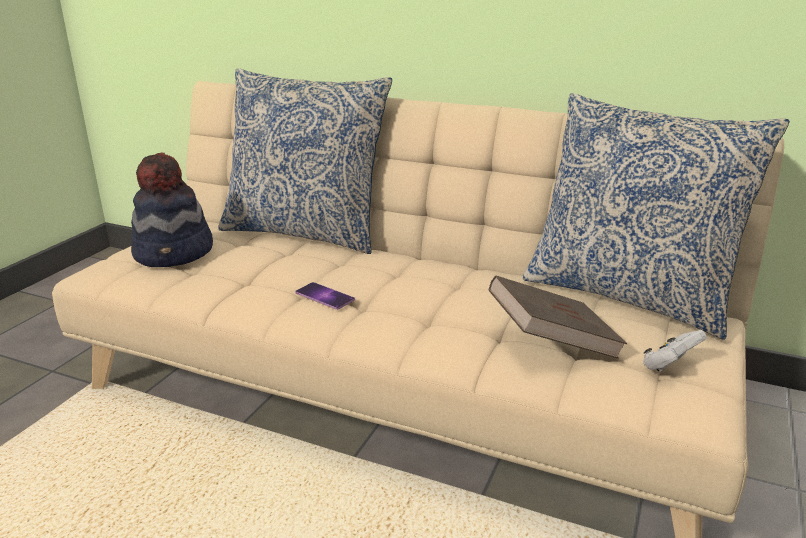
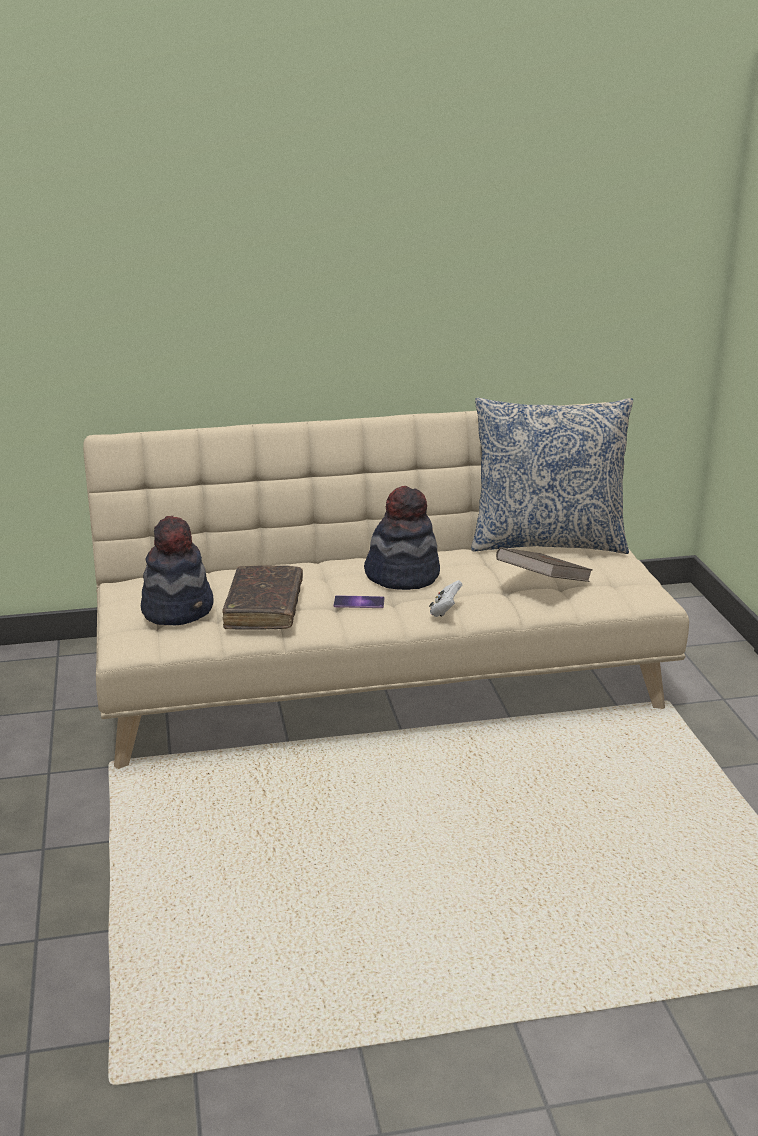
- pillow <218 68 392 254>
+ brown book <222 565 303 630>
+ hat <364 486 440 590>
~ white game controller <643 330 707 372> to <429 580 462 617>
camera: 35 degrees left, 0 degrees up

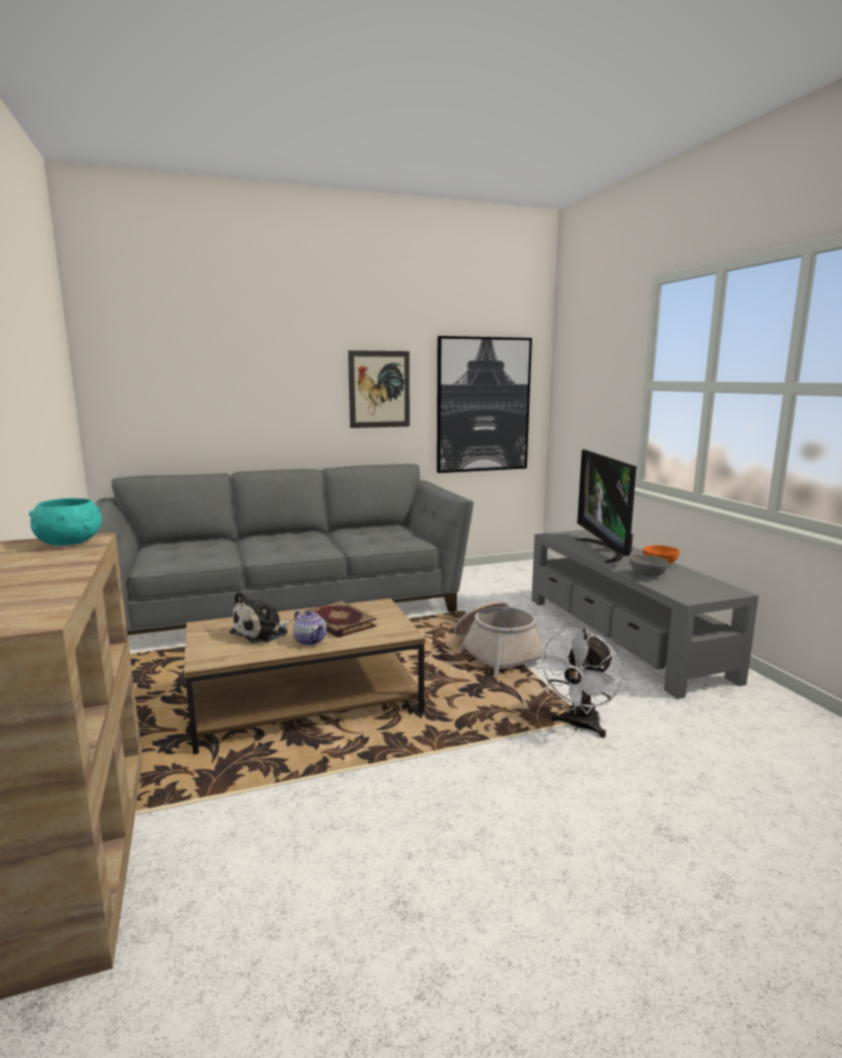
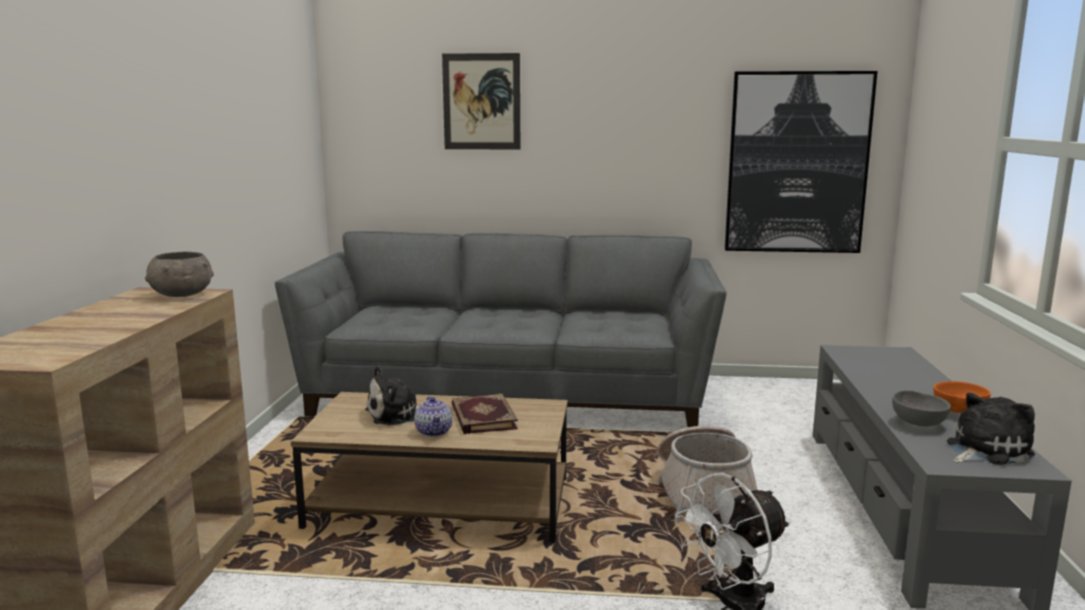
- television <575 450 636 563>
+ plush toy <947 393 1035 465>
~ picture <348 350 410 428> to <442 53 520 150>
~ turquoise bowl <29 498 102 546> to grey bowl <145 251 214 297>
camera: 25 degrees right, 0 degrees up

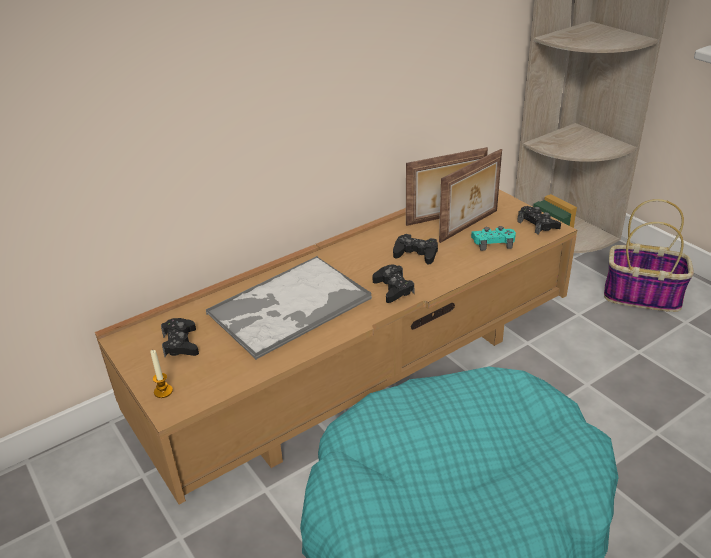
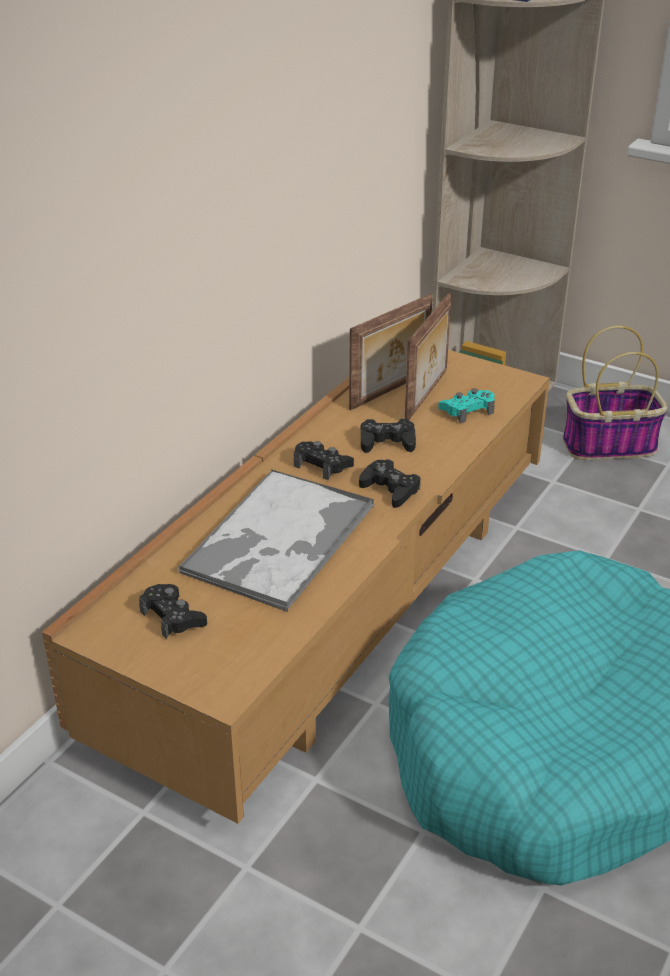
- candle <150 350 173 398>
~ black game controller <517 206 561 234> to <294 441 354 480>
camera: 25 degrees left, 0 degrees up

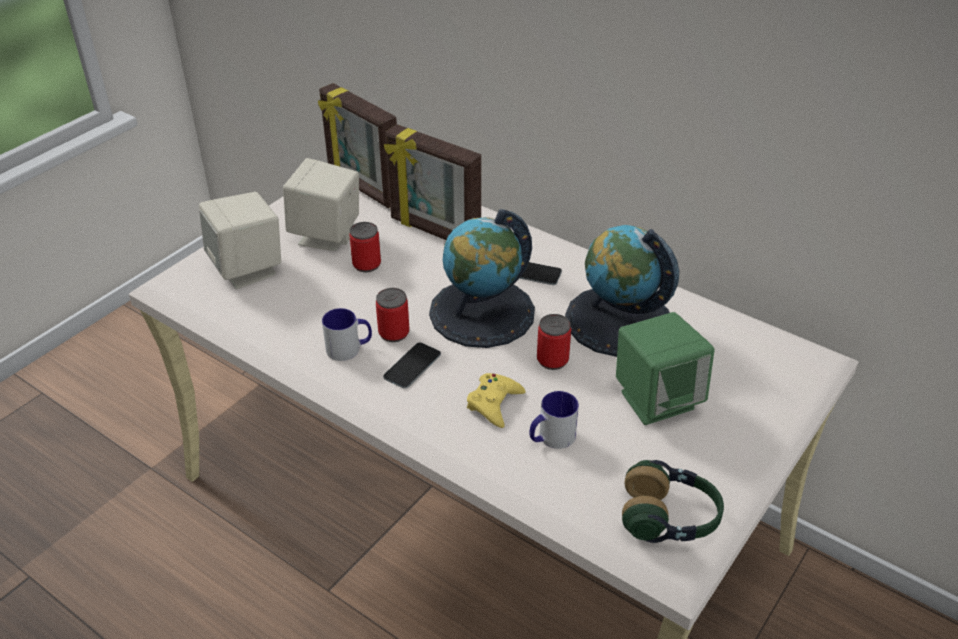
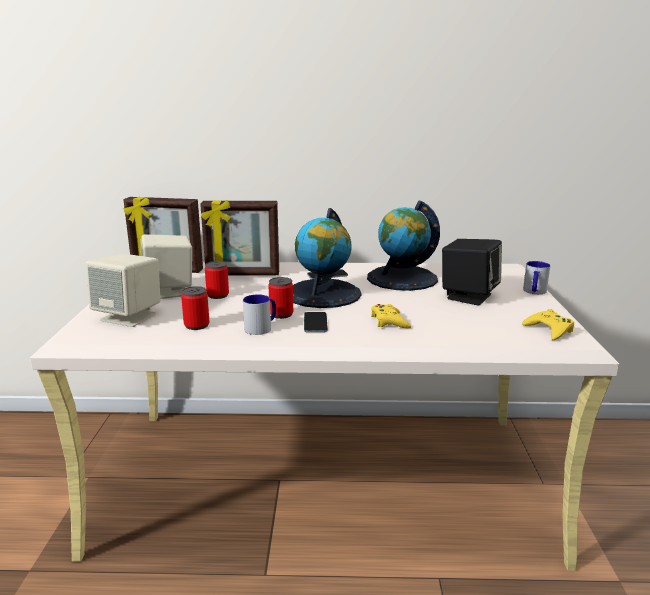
~ mug <529 391 579 449> to <523 261 550 294>
~ can <537 314 571 370> to <181 286 209 330>
~ headphones <622 460 724 543> to yellow game controller <522 309 575 340>
~ green speaker <616 312 715 425> to black speaker <442 239 502 306>
camera: 35 degrees left, 20 degrees down

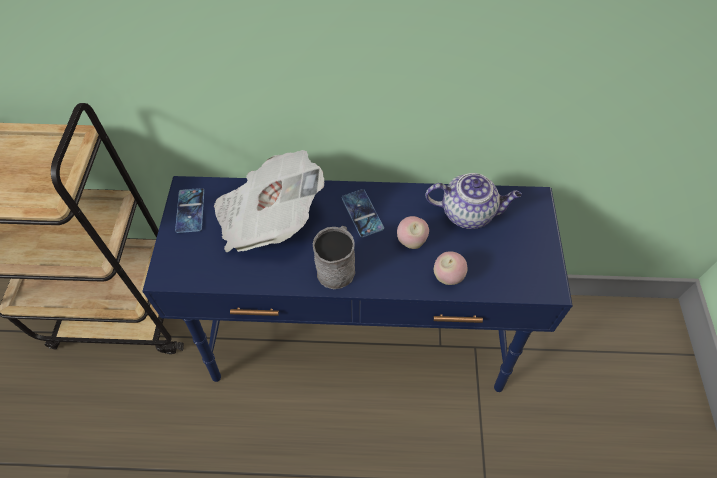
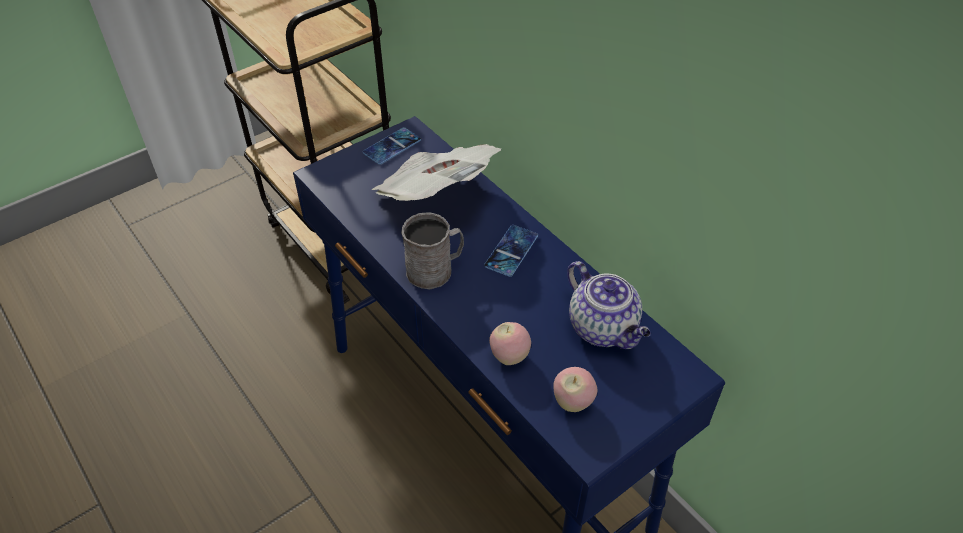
~ apple <397 216 429 249> to <554 367 597 412>
camera: 50 degrees right, 10 degrees down

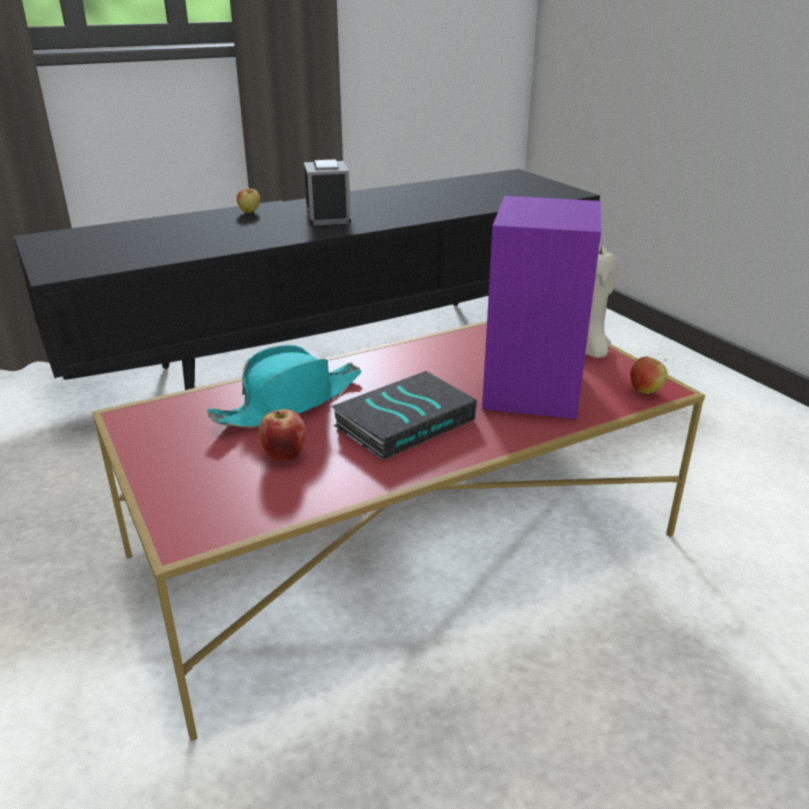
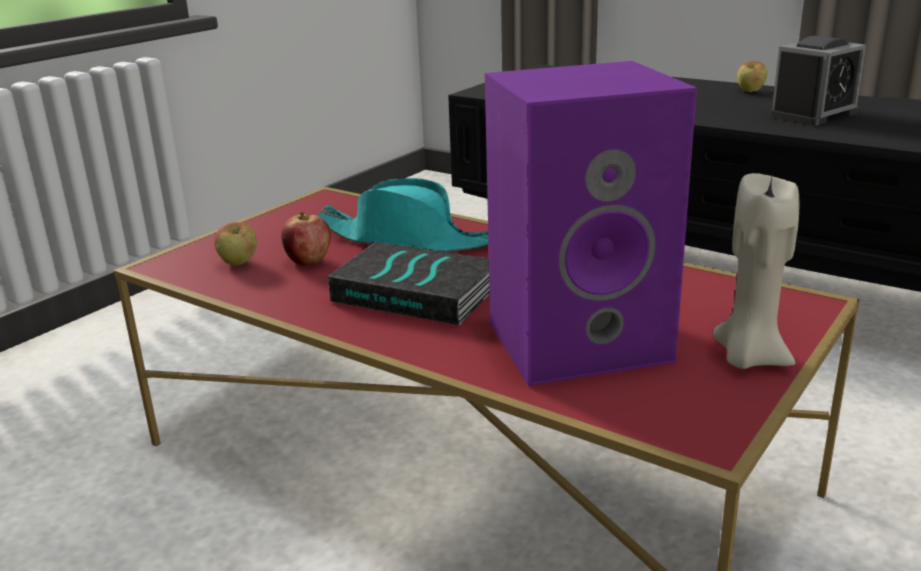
~ apple <630 357 667 394> to <214 222 257 266>
camera: 65 degrees right, 5 degrees down

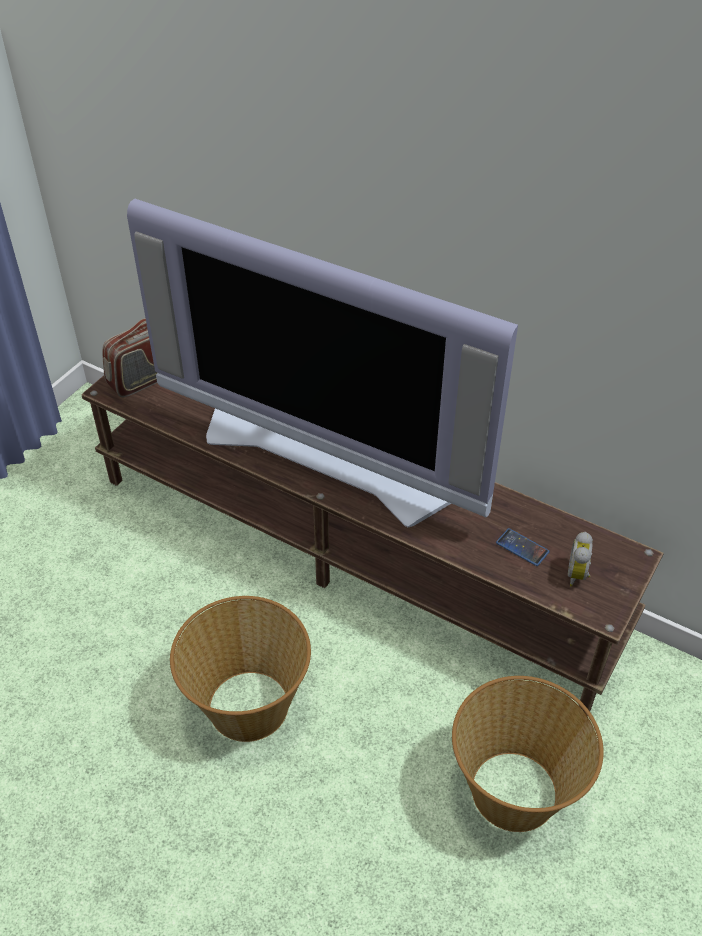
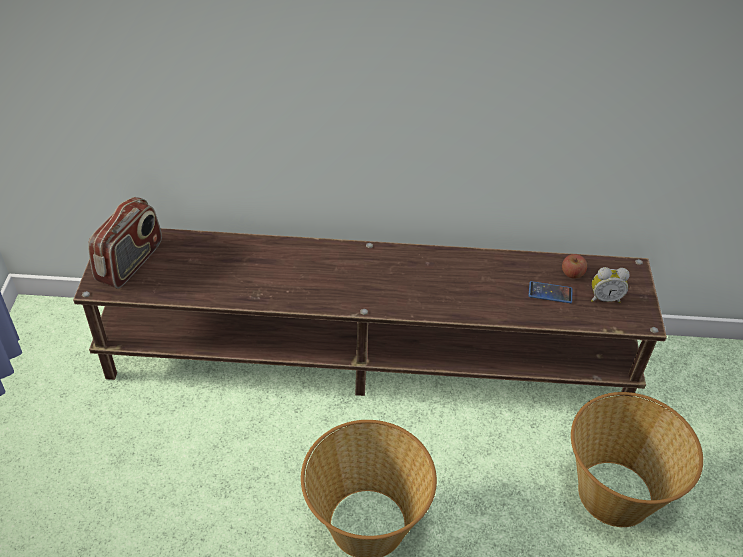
- television <127 199 518 527>
+ apple <562 254 587 279>
~ alarm clock <568 532 593 587> = <591 267 630 303> 75 degrees counterclockwise
camera: 30 degrees left, 0 degrees up

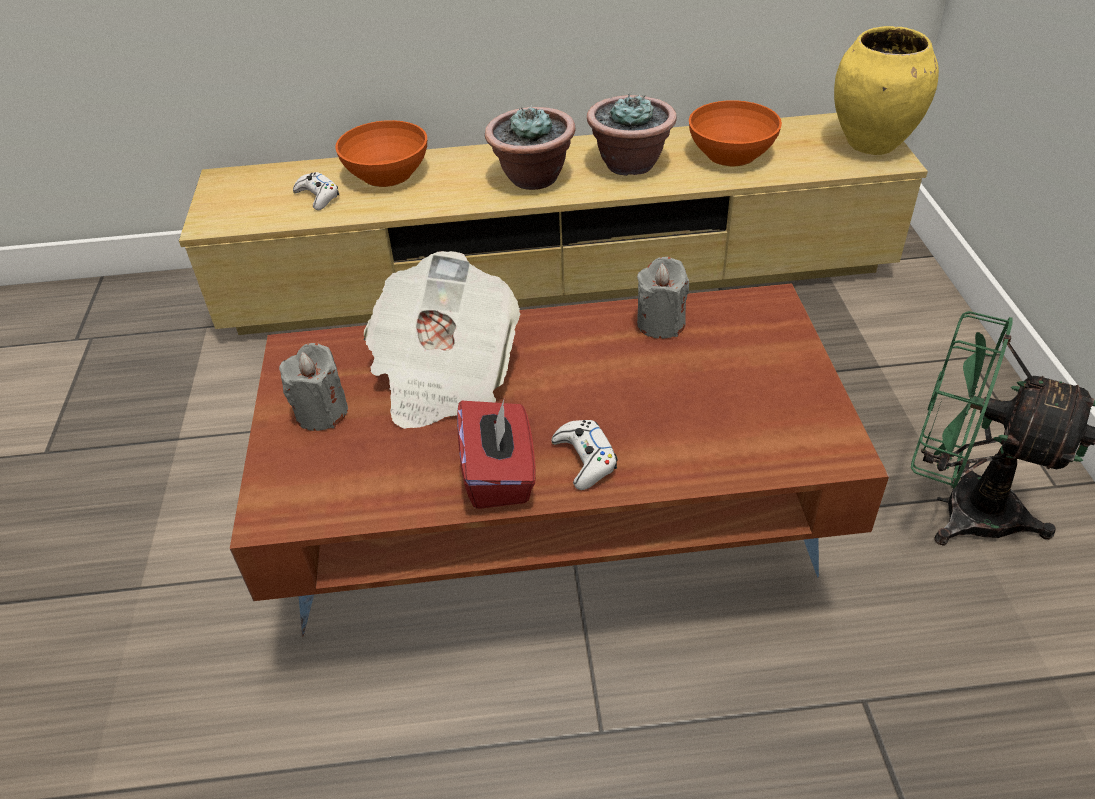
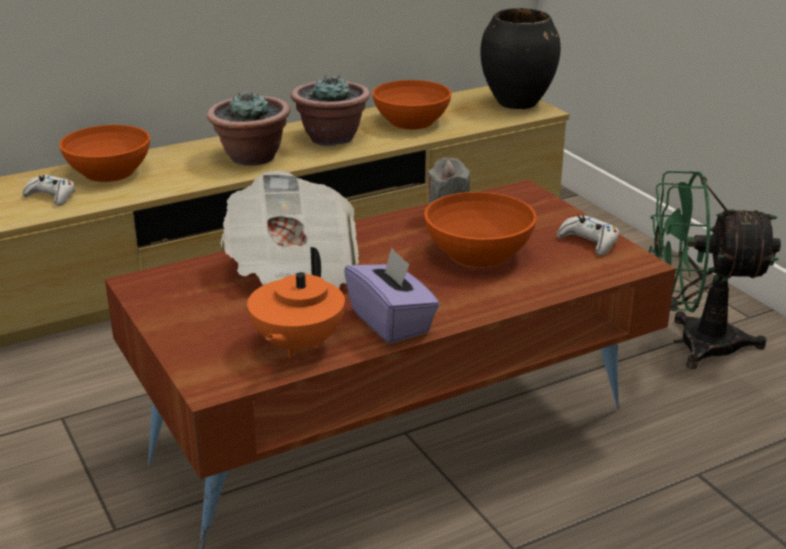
- grey candle <279 343 348 431>
+ orange teapot <247 247 345 358>
+ orange bowl <424 192 536 268>
~ white game controller <551 420 617 490> to <557 215 619 256>
~ red tissue box <457 400 536 509> to purple tissue box <344 248 440 344>
~ yellow vase <834 26 939 155> to black vase <480 8 561 109>
camera: 25 degrees left, 15 degrees down

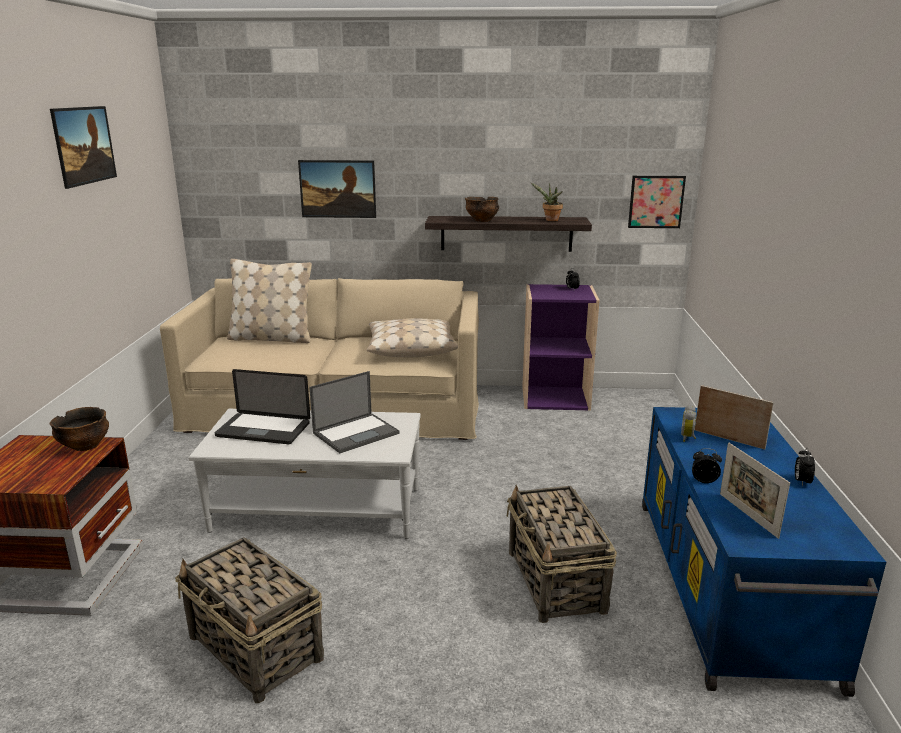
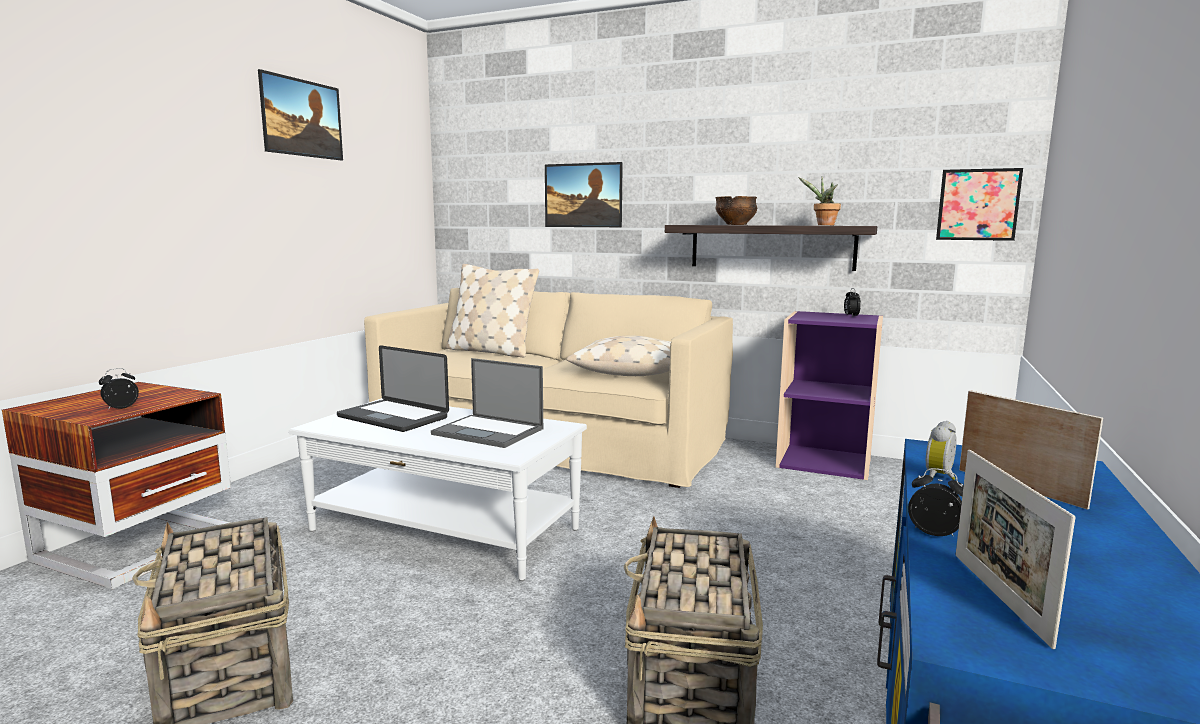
- bowl <50 407 109 451>
~ alarm clock <795 448 815 486> to <99 368 139 410>
~ laptop <309 371 399 453> = <431 358 543 448> 45 degrees clockwise
camera: 20 degrees right, 10 degrees down

